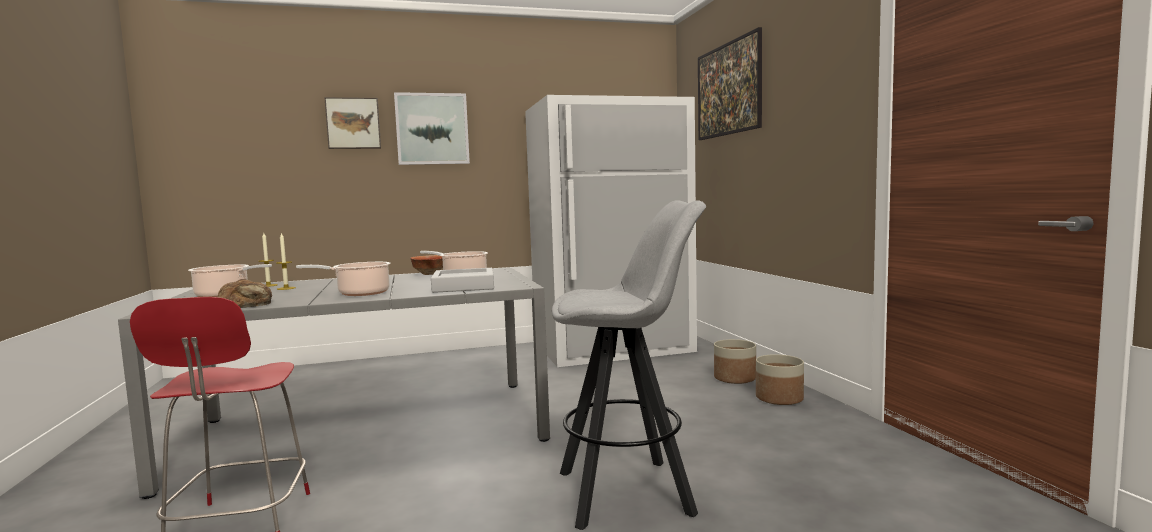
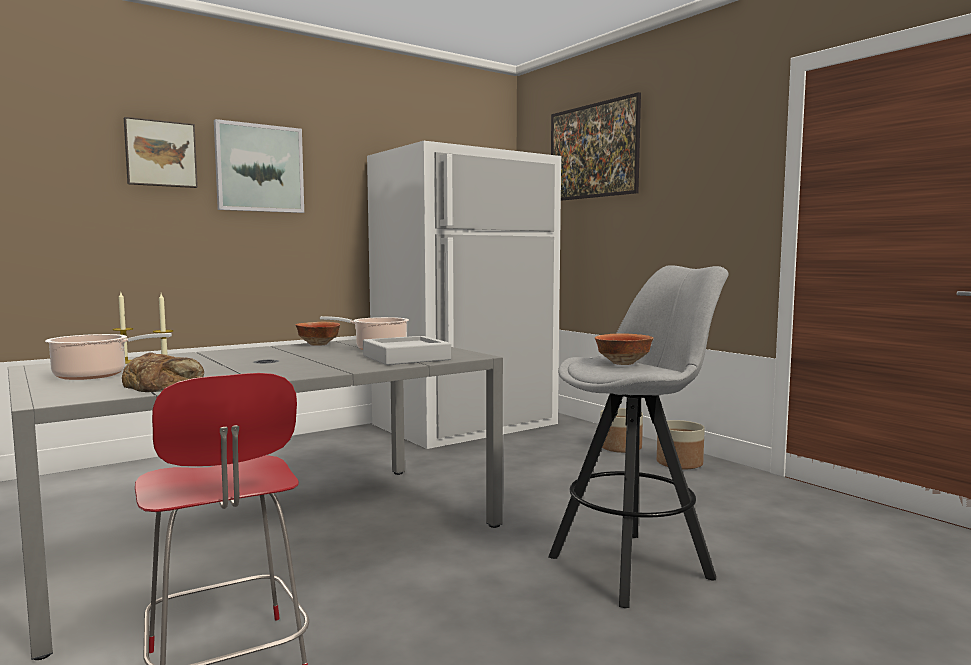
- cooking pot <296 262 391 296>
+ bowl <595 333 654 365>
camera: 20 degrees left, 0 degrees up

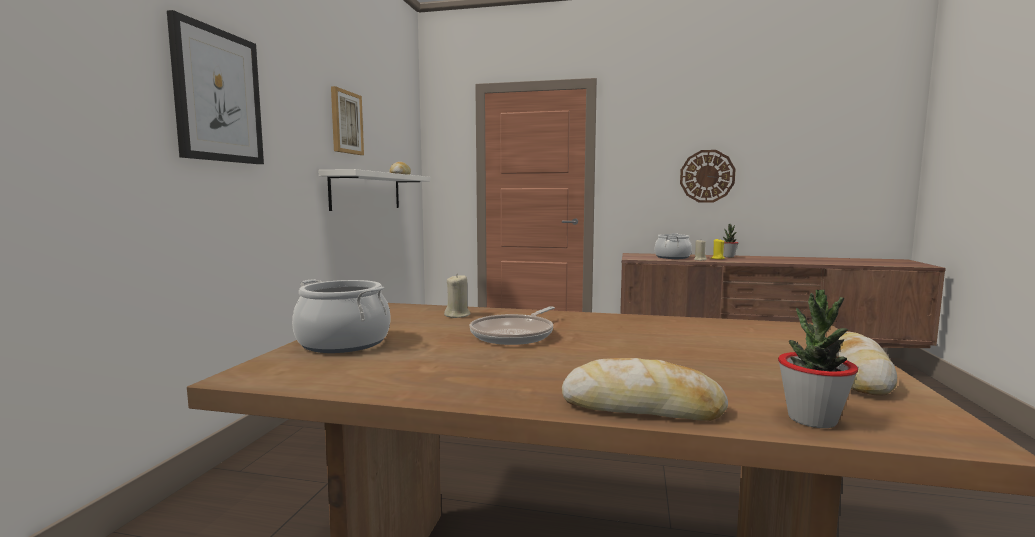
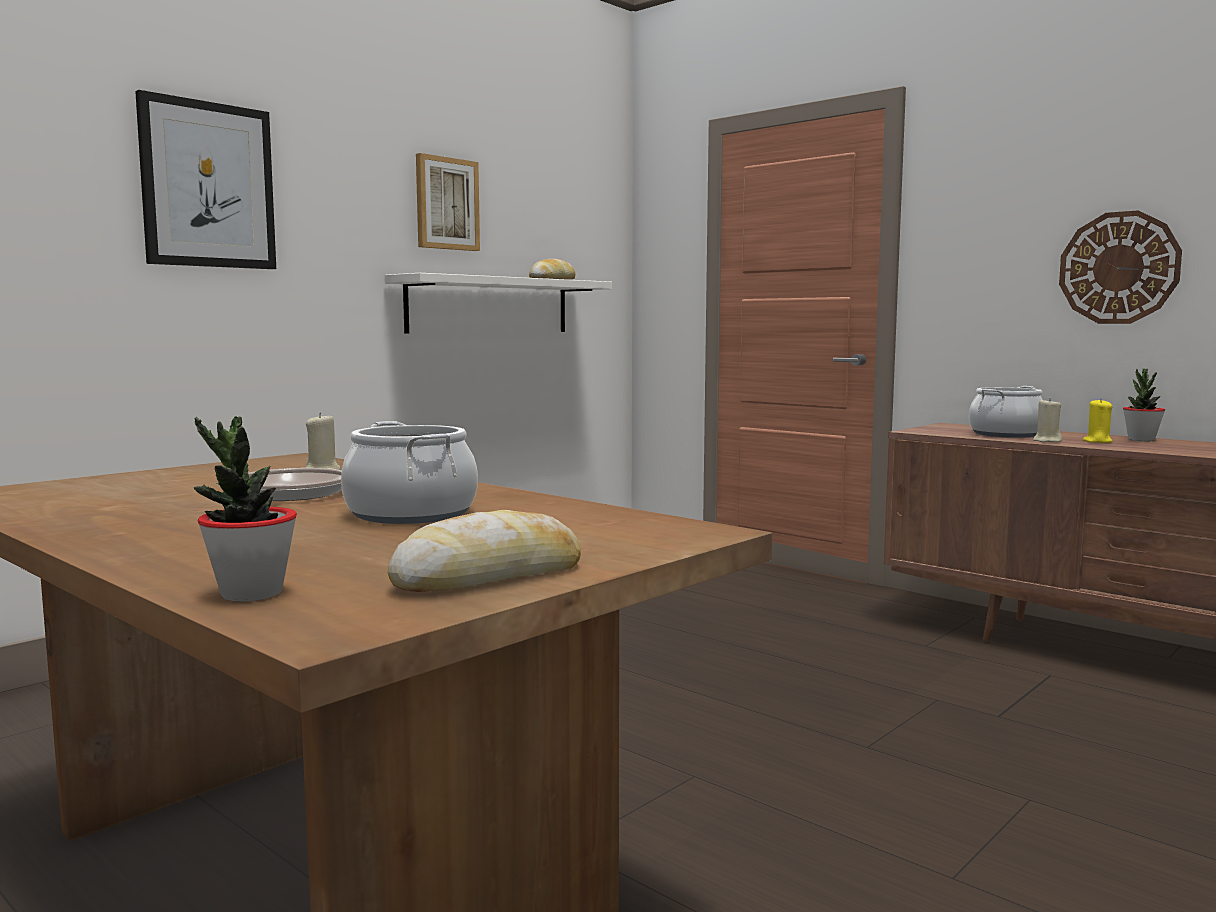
- bread <562 358 728 421>
~ cooking pot <292 279 390 353> to <341 421 478 524>
camera: 30 degrees right, 0 degrees up

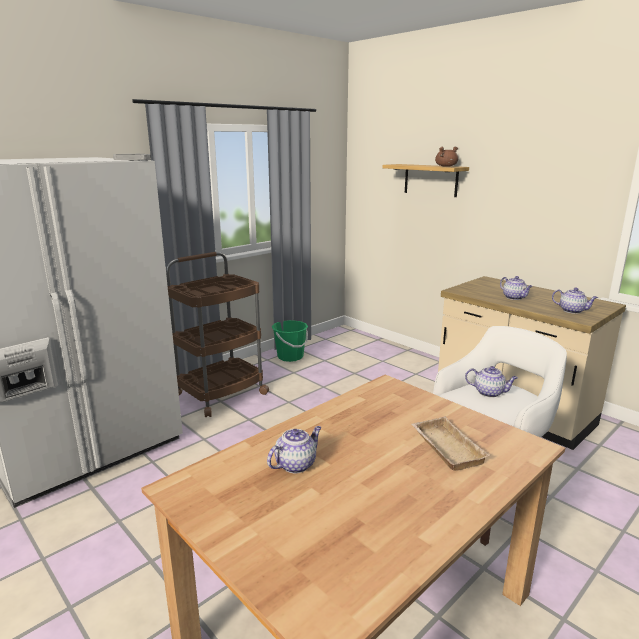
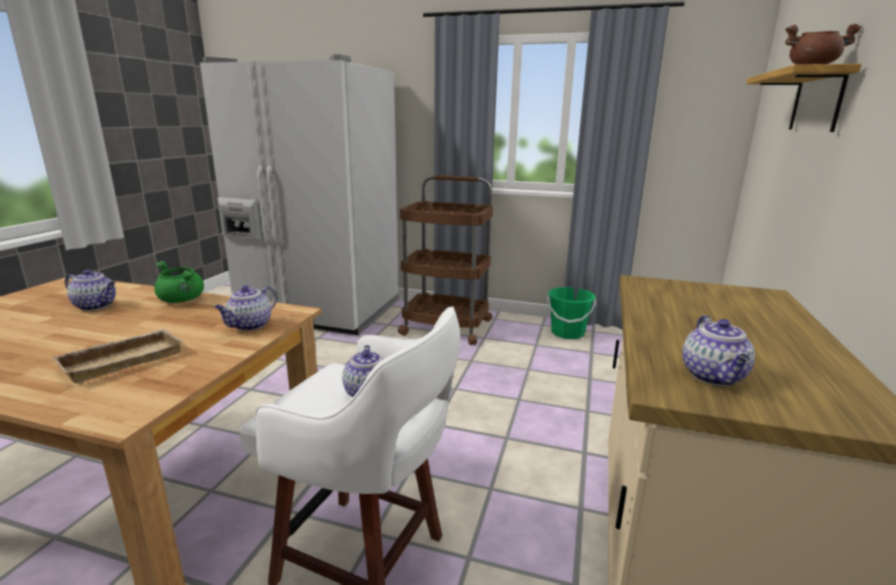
+ green cooking pot <154 261 204 303>
~ teapot <500 276 533 300> to <214 286 277 331>
camera: 60 degrees right, 0 degrees up

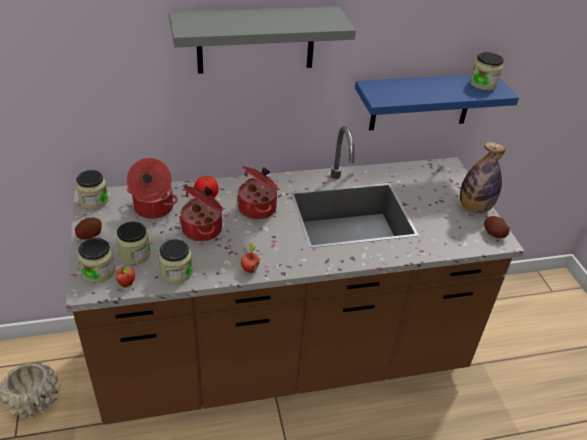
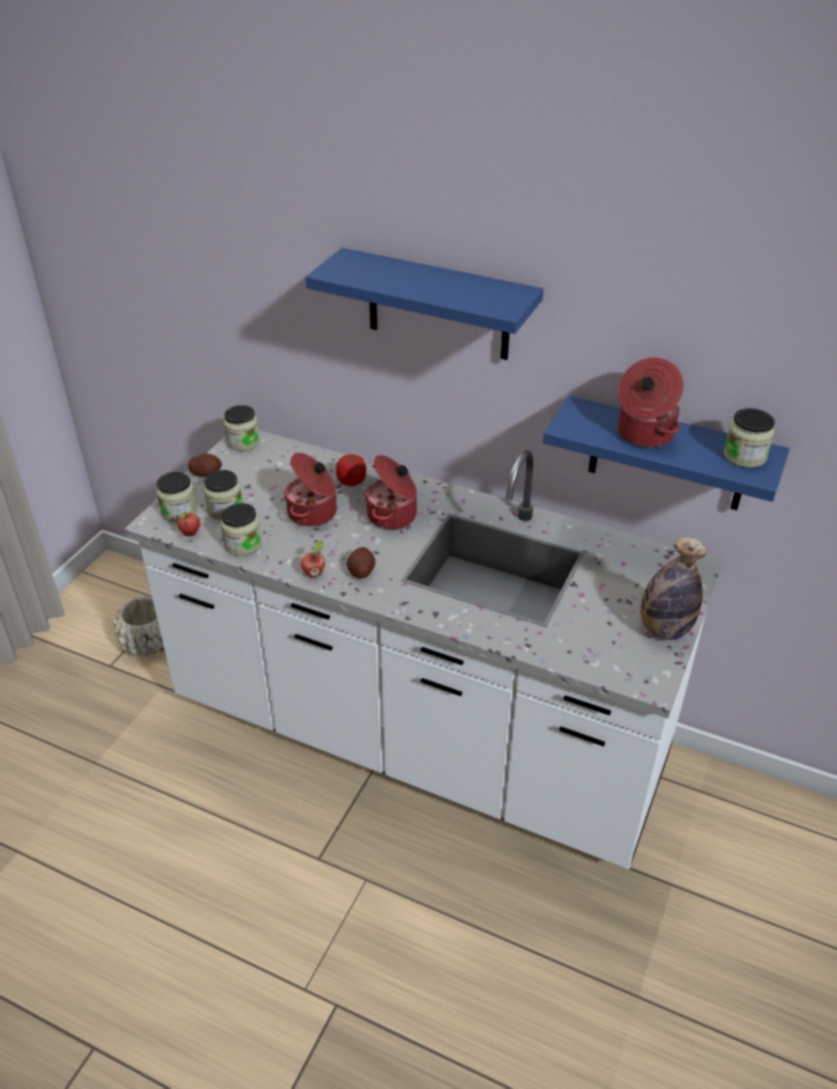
~ cooking pot <127 158 178 219> to <618 358 683 448>
~ potato <484 216 510 238> to <346 547 376 579>
~ brown counter <66 126 524 425> to white counter <124 430 724 869>
~ grey shelf <169 6 356 74> to blue shelf <305 248 544 360>
camera: 40 degrees right, 0 degrees up

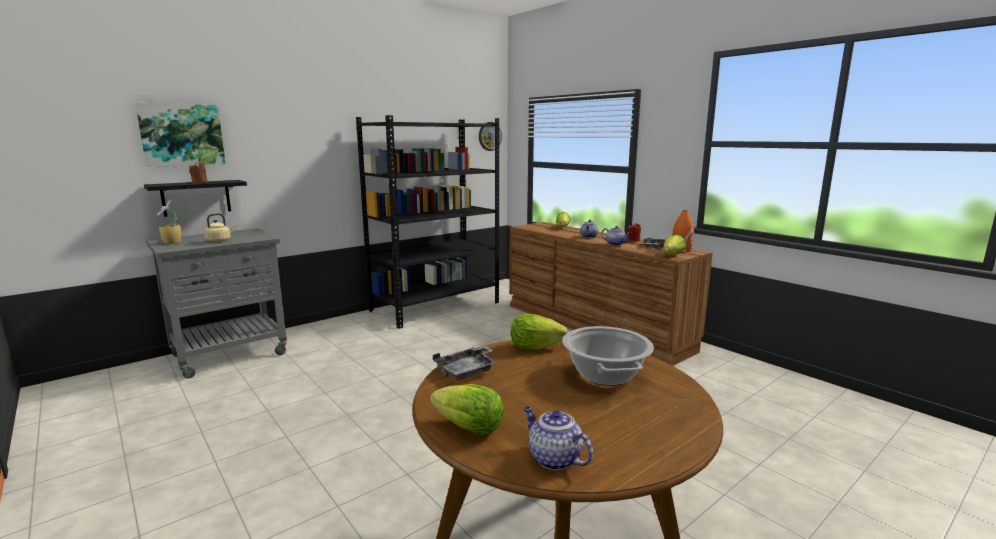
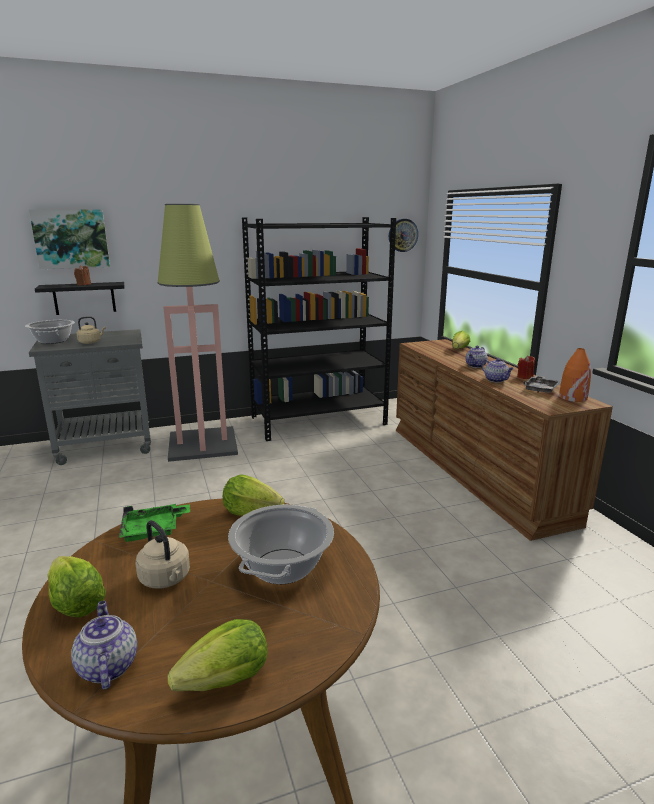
+ beige kettle <136 520 190 588>
+ floor lamp <158 204 238 462>
~ lettuce <663 234 686 255> to <167 619 268 691>
~ potted plant <156 200 181 244> to cooking pot <25 320 75 344>
~ grey tray <433 346 497 380> to green tray <119 504 190 542>
camera: 20 degrees right, 5 degrees up

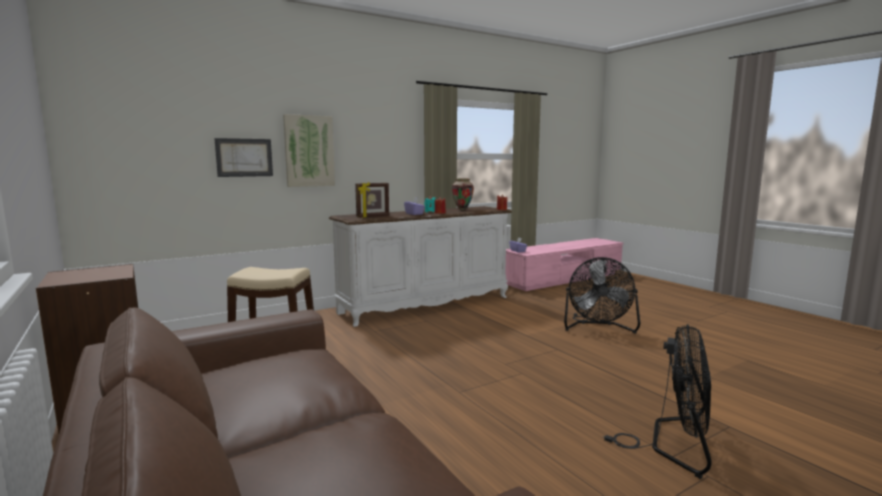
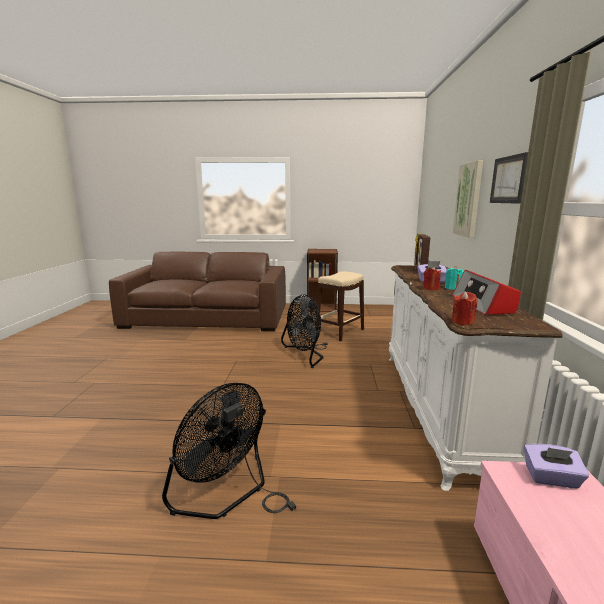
~ picture <214 138 273 177> to <490 152 528 204>
~ black fan <603 324 712 479> to <281 294 328 368>
~ vase <452 178 474 210> to radio <452 270 521 315>
camera: 125 degrees right, 5 degrees up

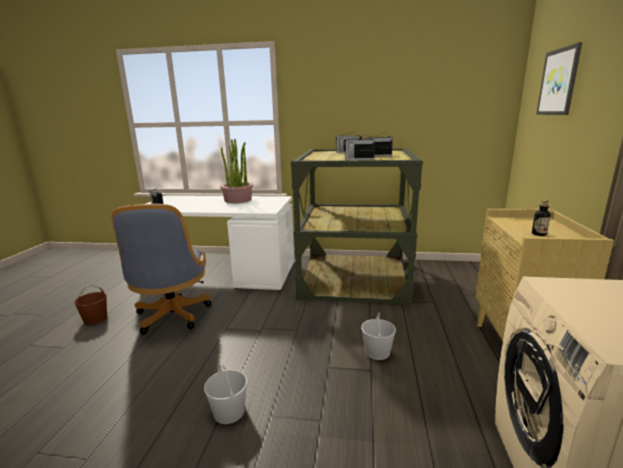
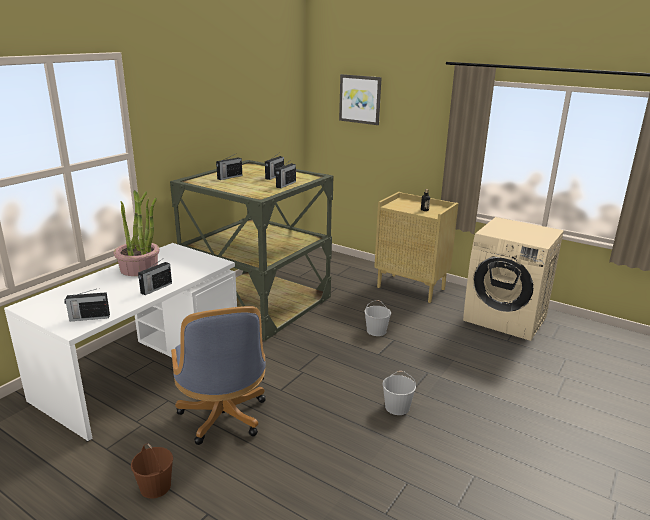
+ radio <138 260 172 295>
~ blue office chair <112 204 211 334> = <171 306 266 445> 60 degrees clockwise
camera: 65 degrees left, 5 degrees up

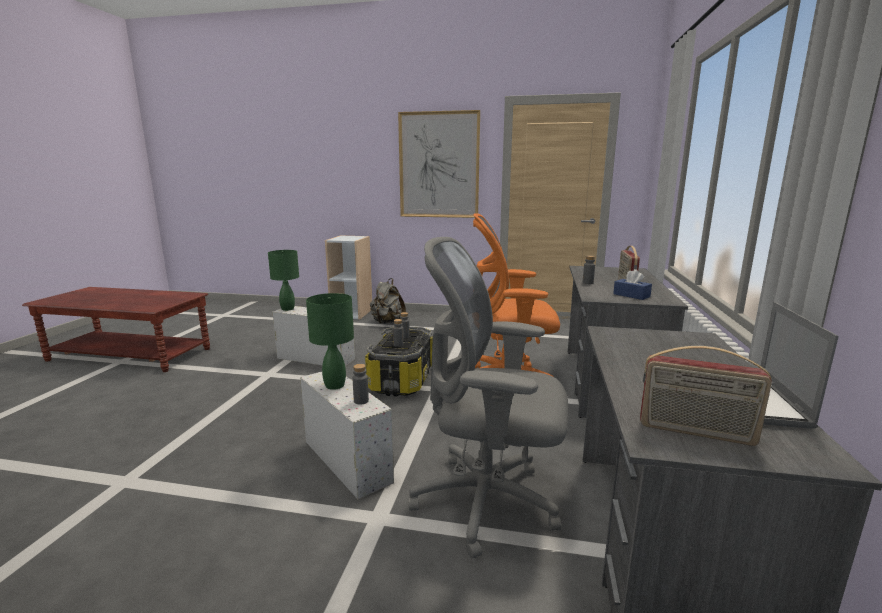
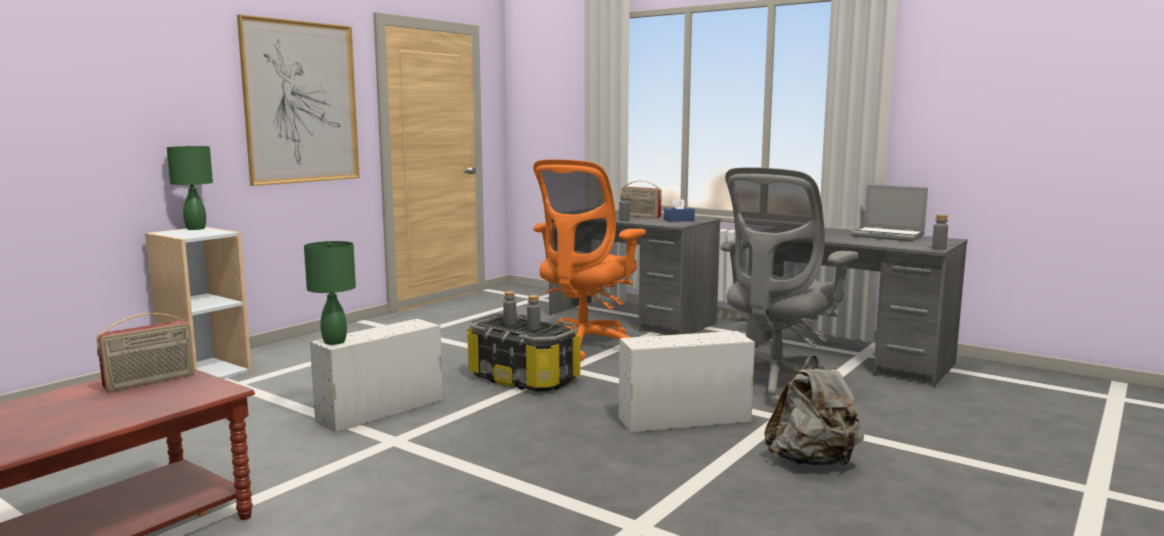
~ green table lamp <306 293 354 390> to <167 145 213 230>
~ grey bottle <353 364 369 405> to <932 214 948 250>
~ grey backpack <370 278 406 324> to <764 355 864 466>
~ radio <640 346 772 446> to <97 313 195 392>
camera: 65 degrees left, 5 degrees down

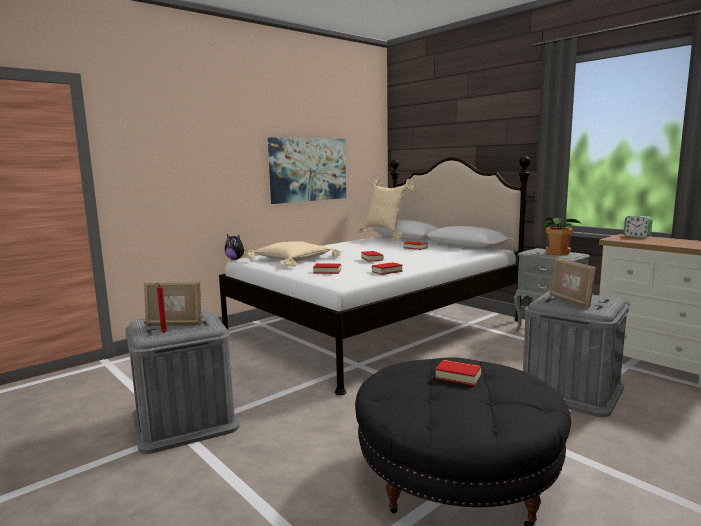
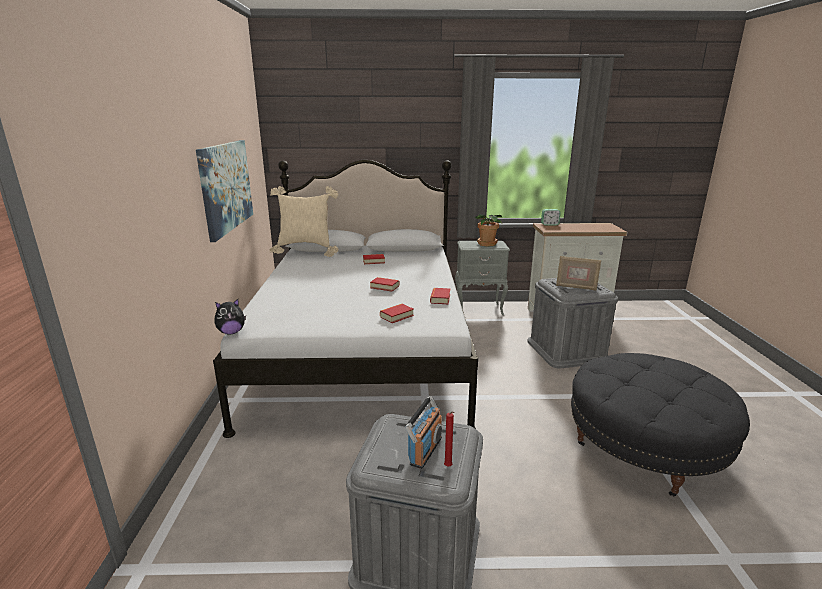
- beige pillow <244 241 342 267>
- book <435 360 482 386>
~ picture frame <144 281 202 326> to radio <405 396 442 469>
camera: 50 degrees left, 10 degrees up

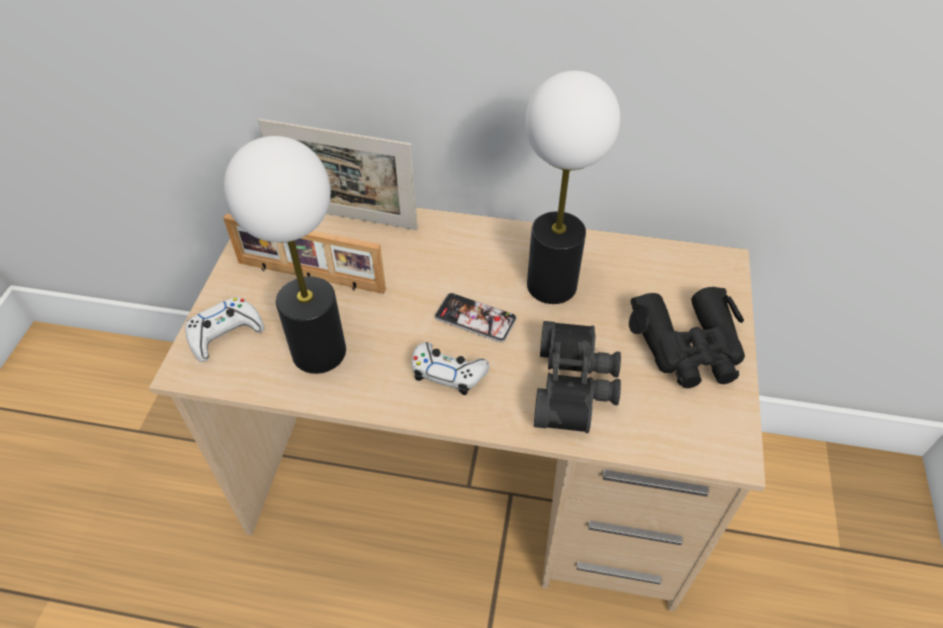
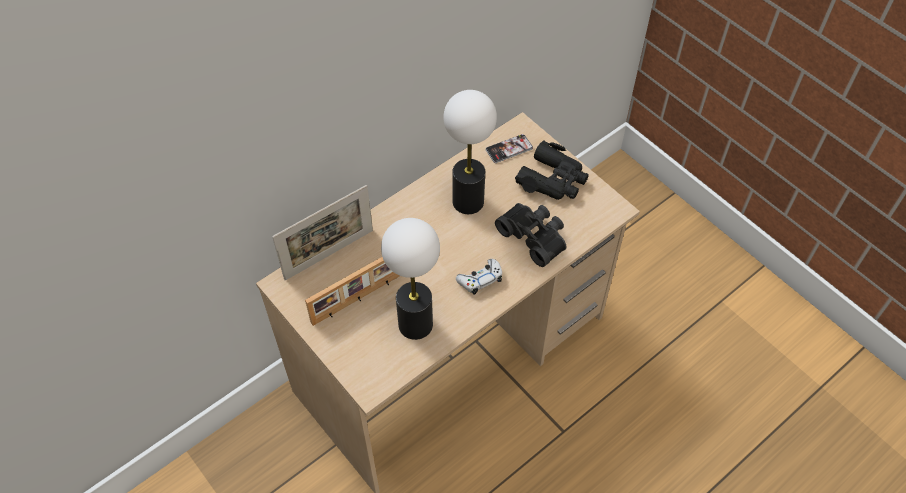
- white game controller <185 297 264 362>
~ phone <435 293 517 342> to <486 134 533 163>
camera: 50 degrees left, 5 degrees up

